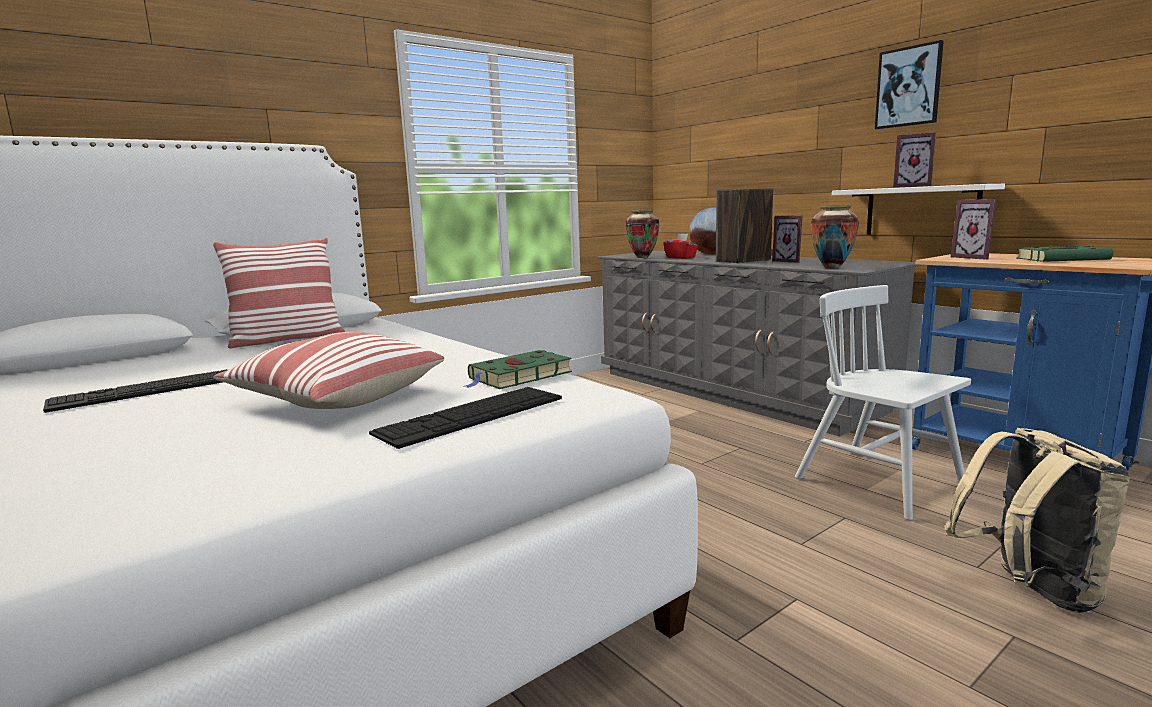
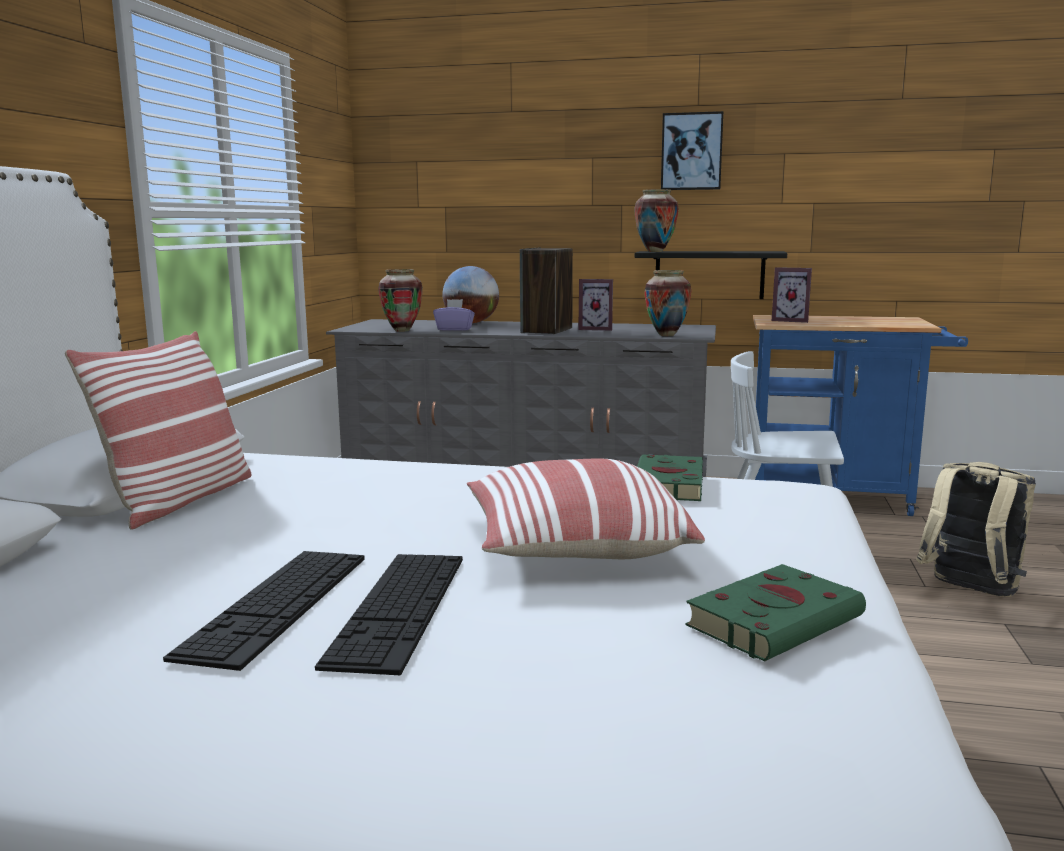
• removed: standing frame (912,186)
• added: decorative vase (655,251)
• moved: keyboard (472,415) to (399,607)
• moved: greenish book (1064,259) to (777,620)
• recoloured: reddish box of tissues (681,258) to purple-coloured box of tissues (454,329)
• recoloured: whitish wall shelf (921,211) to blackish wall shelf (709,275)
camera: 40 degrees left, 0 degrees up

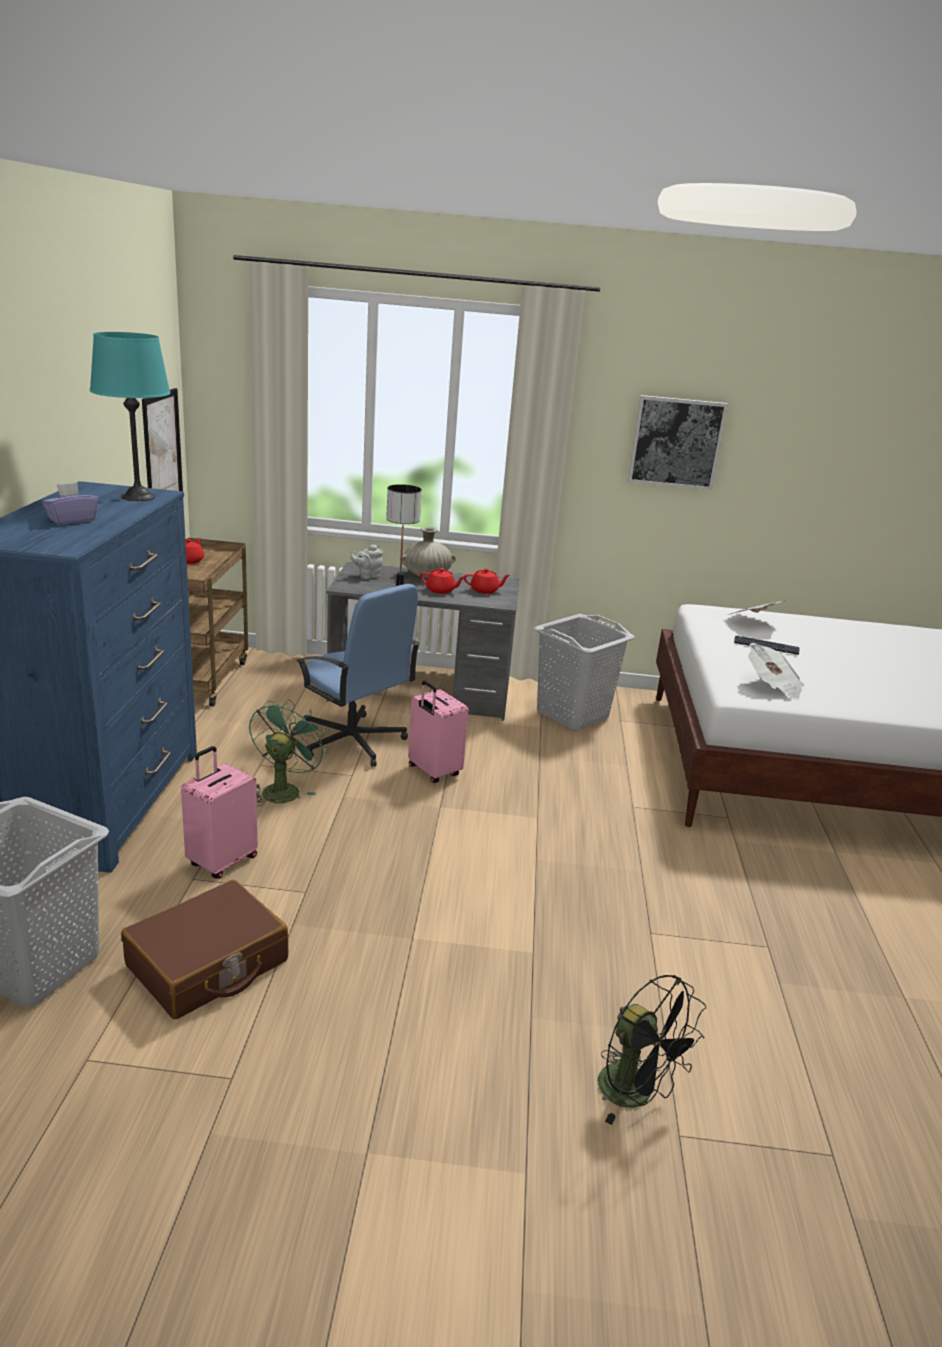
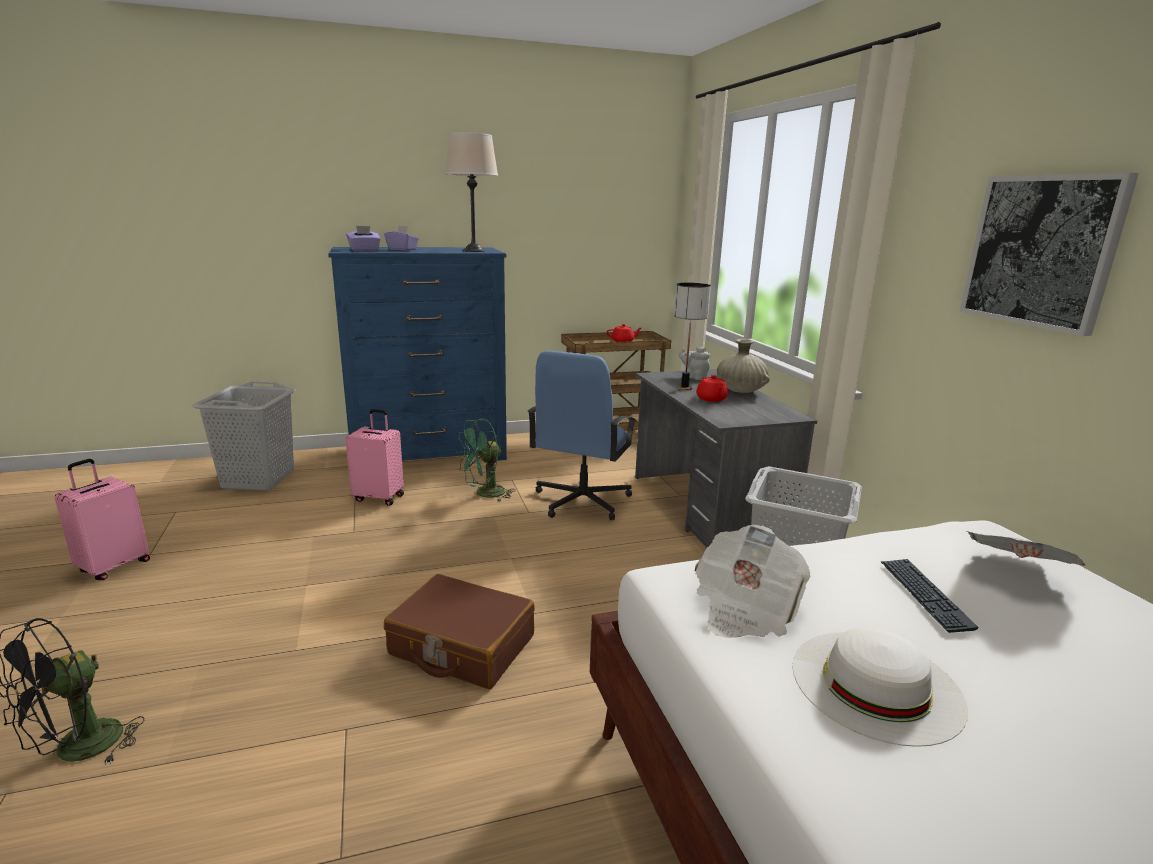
• removed: wall art (162,451)
• removed: reddish pot for tea (485,590)
• added: purple-coloured box of tissues (364,250)
• added: whitish wearable hat (875,684)
• moved: brown travel case (208,964) to (461,646)
• moved: pinkish travel case (433,771) to (113,566)
• recoloured: turquoise-coloured tabletop lamp (138,497) to beige-coloured tabletop lamp (473,251)
• turned: greenish cooling fan (283,789) = (484,494) 150 degrees clockwise
camera: 70 degrees right, 5 degrees down

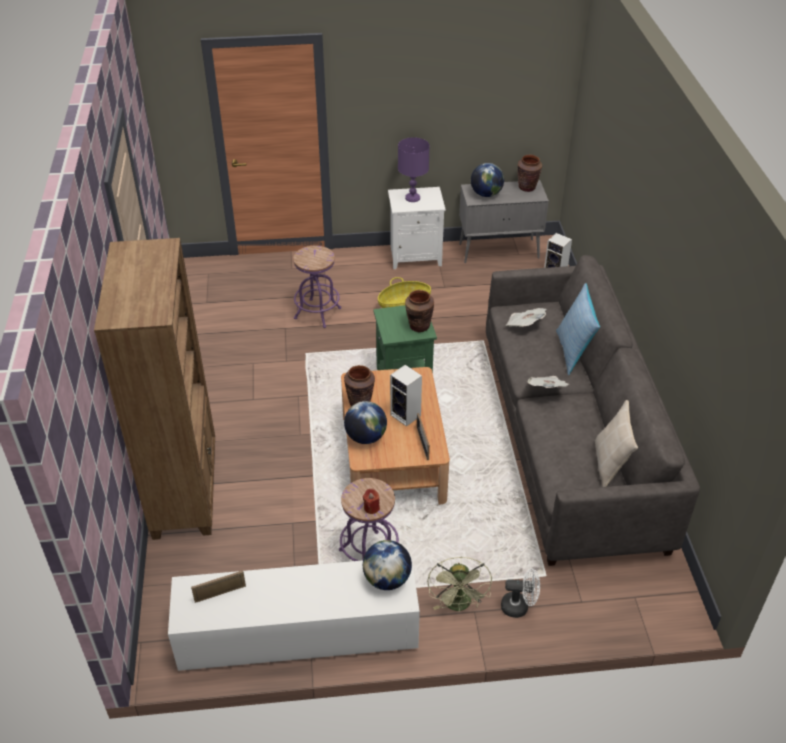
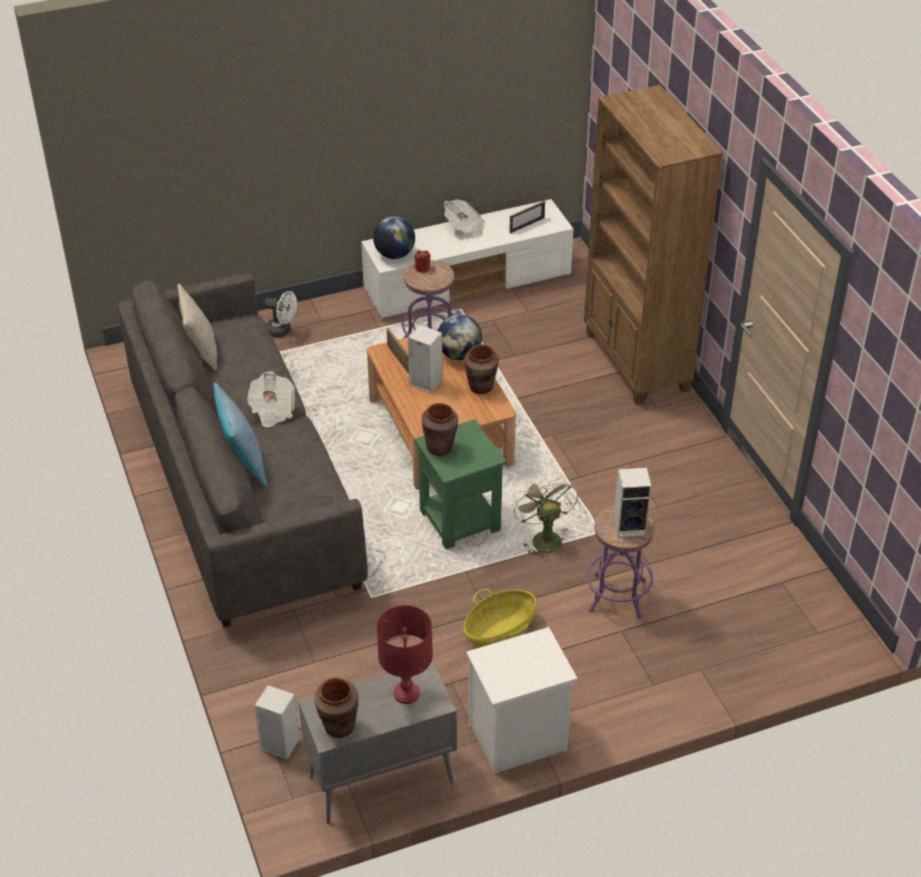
• removed: purple-coloured tabletop lamp (413,198)
• added: loudspeaker (631,526)
• moved: greenish cooling fan (459,605) to (543,537)
• moved: newspaper (524,325) to (465,228)
• replaced: world globe (486,194) to reddish tabletop lamp (407,694)
• turned: whitish cooling fan (519,606) = (282,331) 150 degrees counterclockwise
camera: 165 degrees right, 0 degrees up

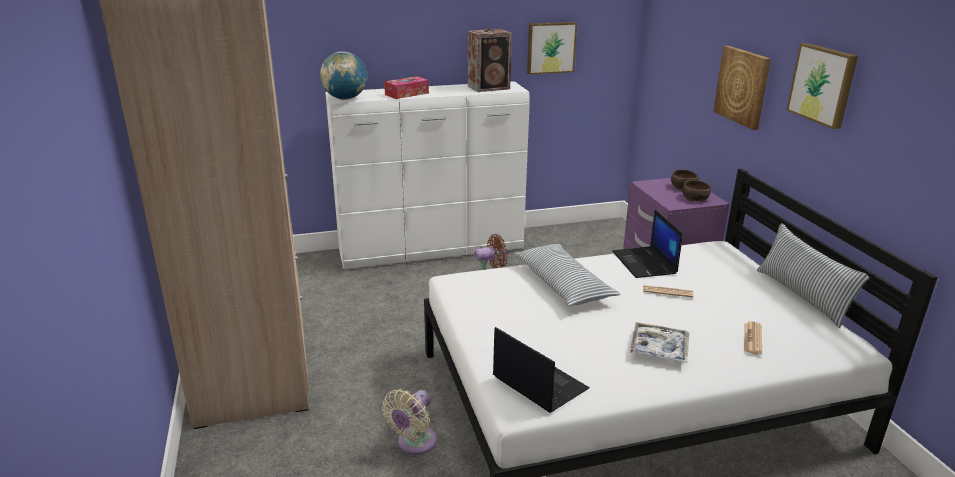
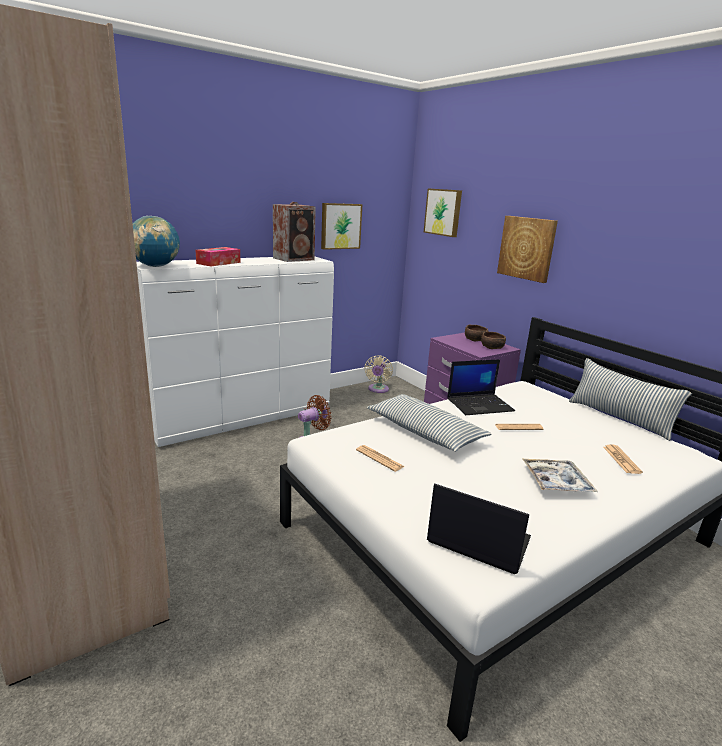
• added: newspaper (379,458)
• moved: beige-coloured cooling fan (414,444) to (378,389)
• moved: wall art (823,84) to (443,212)
• turned: notebook computer (645,263) = (480,405) 75 degrees counterclockwise
camera: 20 degrees left, 5 degrees down

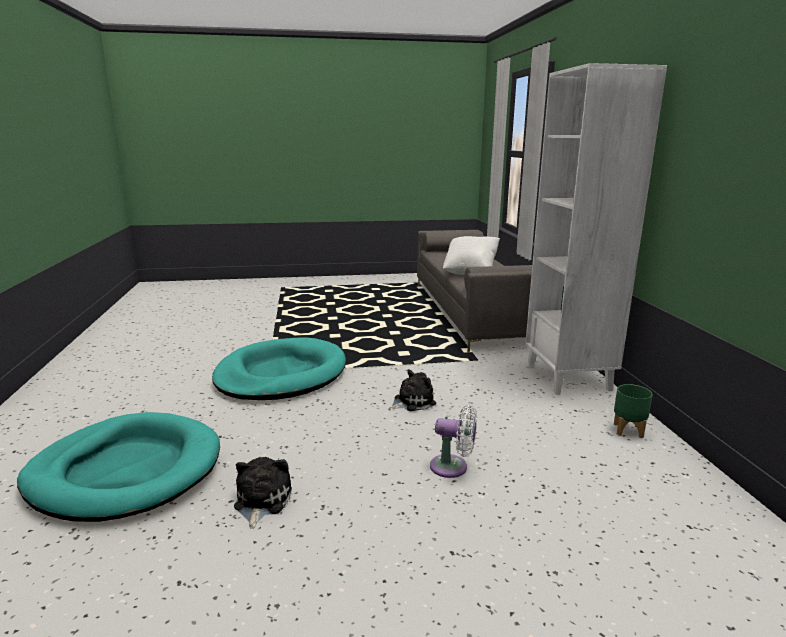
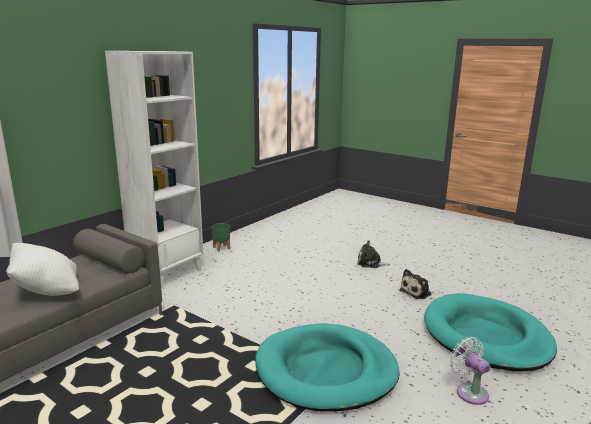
• moved: soft toy (412,402) to (371,263)
• moved: whitish cooling fan (453,467) to (469,391)
camera: 135 degrees left, 0 degrees up

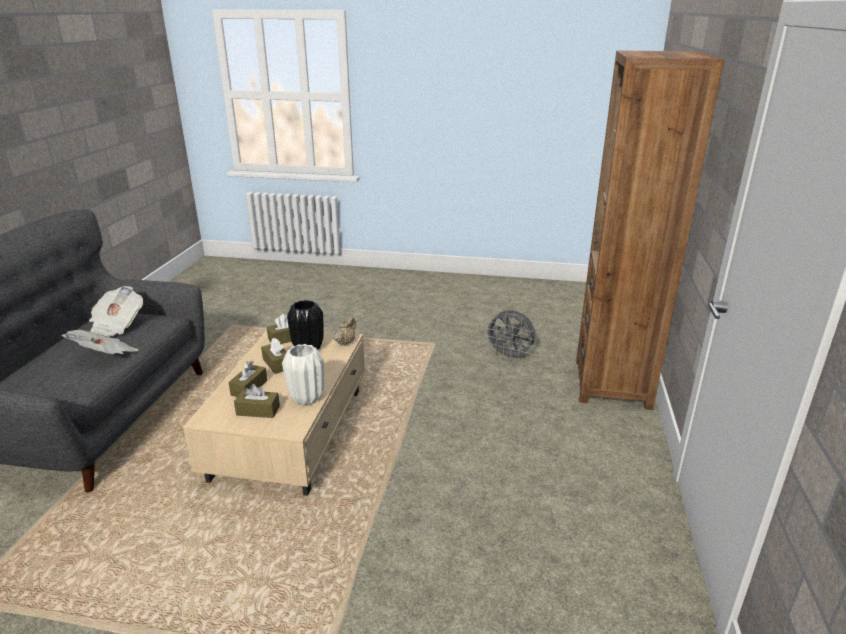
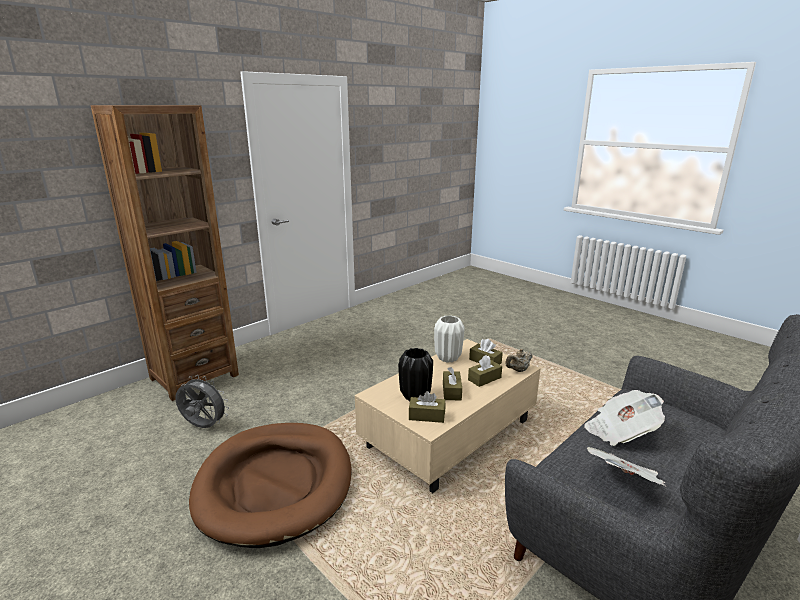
• added: brown dog cushion (275,484)
• moved: beige-coloured pot for tea (345,342) to (518,370)
• turned: greyish cooling fan (509,356) = (203,427) 45 degrees counterclockwise
camera: 145 degrees left, 5 degrees down

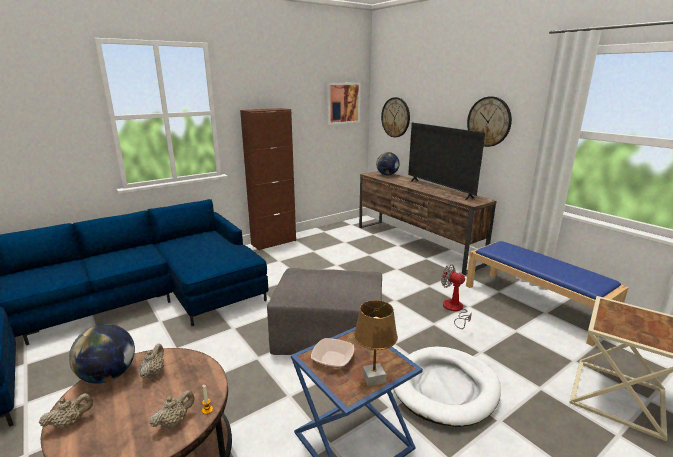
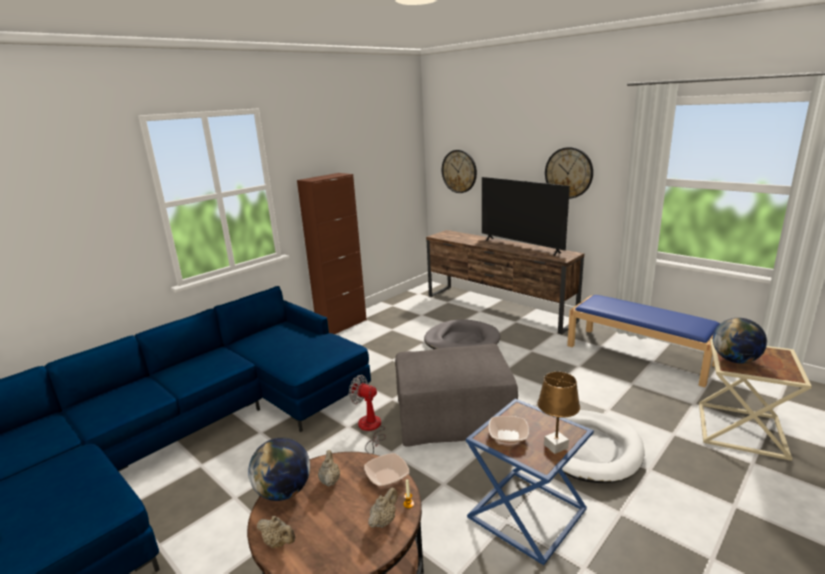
• removed: wall art (343,103)
• added: bowl (387,476)
• added: greyish dog cushion (462,341)
• moved: world globe (387,175) to (735,360)
• moved: cooling fan (454,310) to (370,429)
• turned: beige-coloured pot for tea (70,423) = (278,542) 75 degrees clockwise
camera: 10 degrees left, 0 degrees up

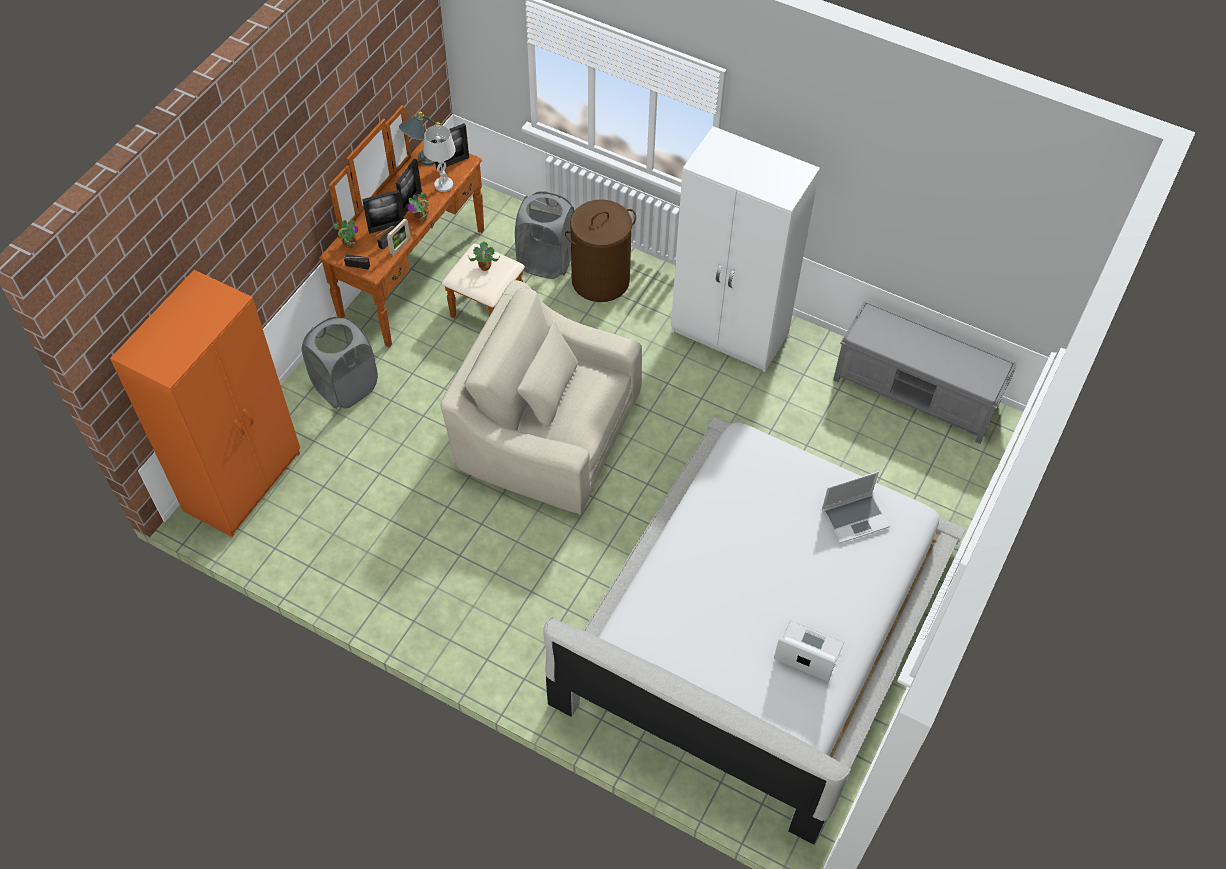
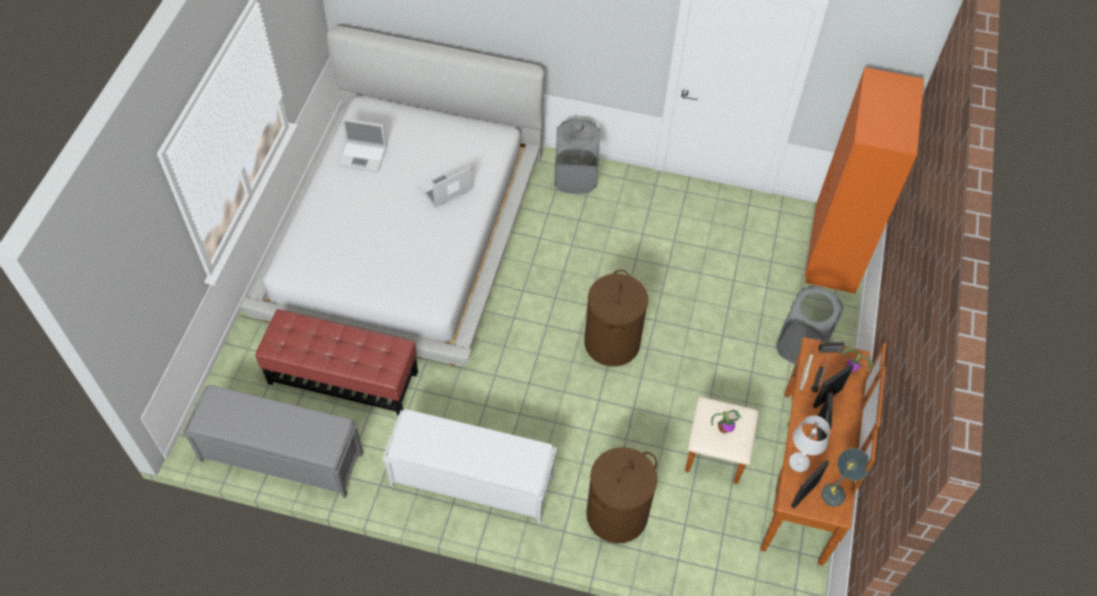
• removed: plant in a pot (421,218)
• added: reddish ottoman (343,377)
• moved: greyish hamper (546,261) to (575,178)
• moved: notebook computer (855,518) to (445,190)
• replaced: beige-coloured lounge chair (546,432) to brown hamper (612,343)
• replaced: whitish wardrobe (730,334) to whitish bench (471,481)
camera: 165 degrees right, 0 degrees up

